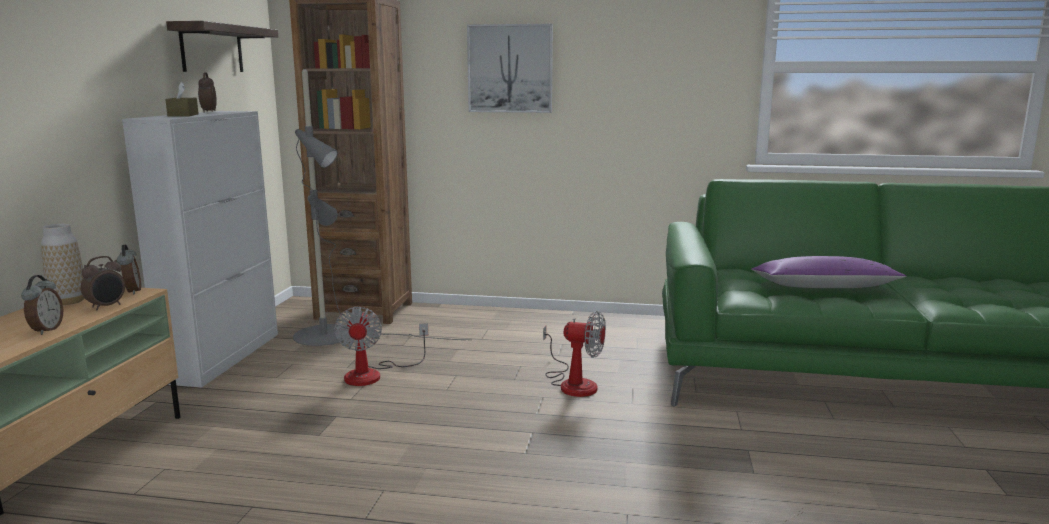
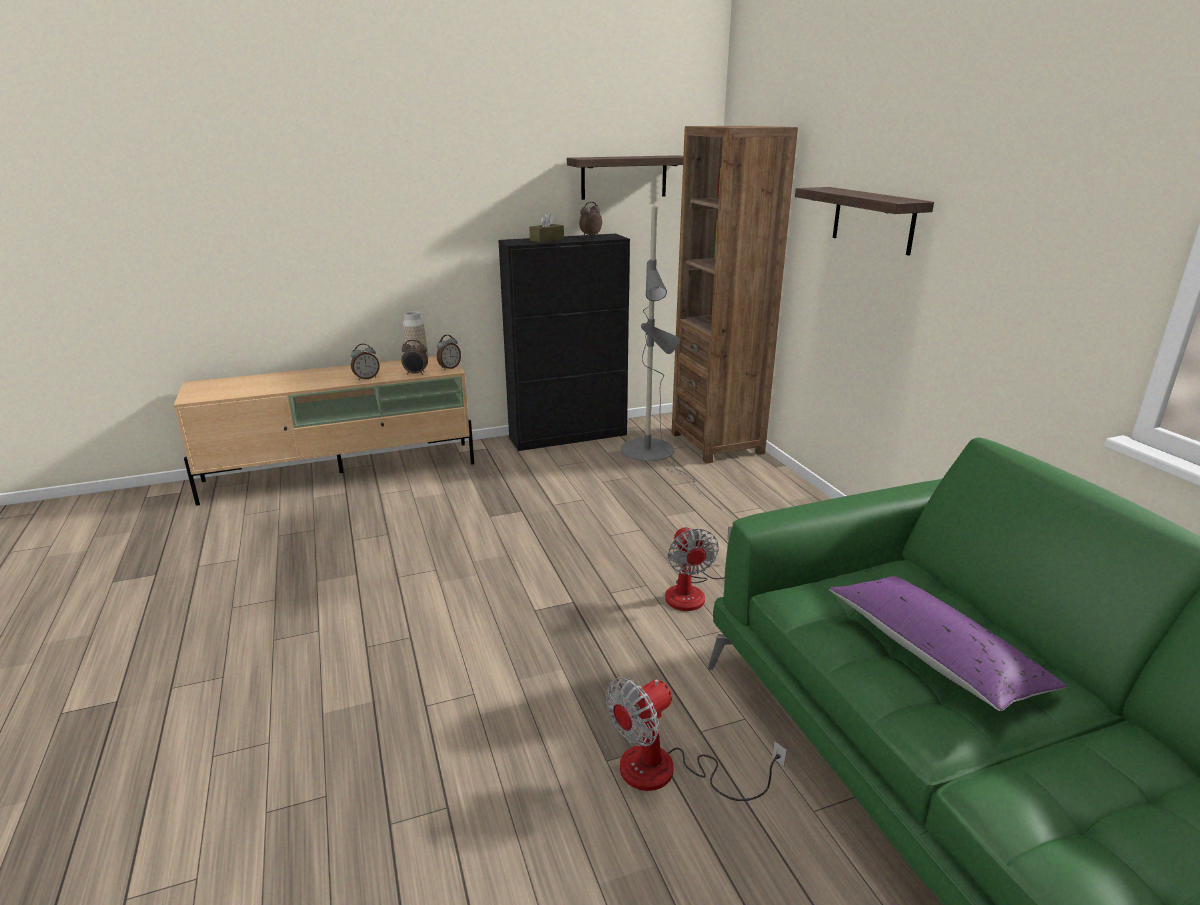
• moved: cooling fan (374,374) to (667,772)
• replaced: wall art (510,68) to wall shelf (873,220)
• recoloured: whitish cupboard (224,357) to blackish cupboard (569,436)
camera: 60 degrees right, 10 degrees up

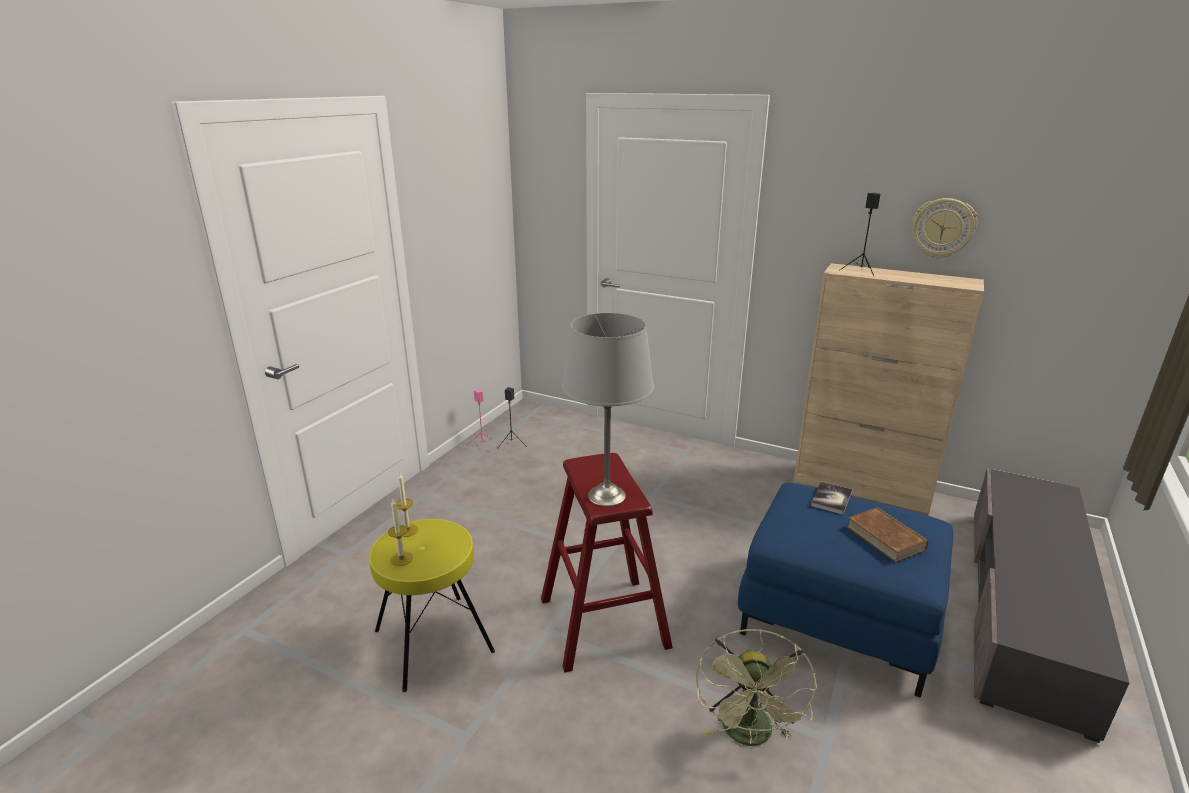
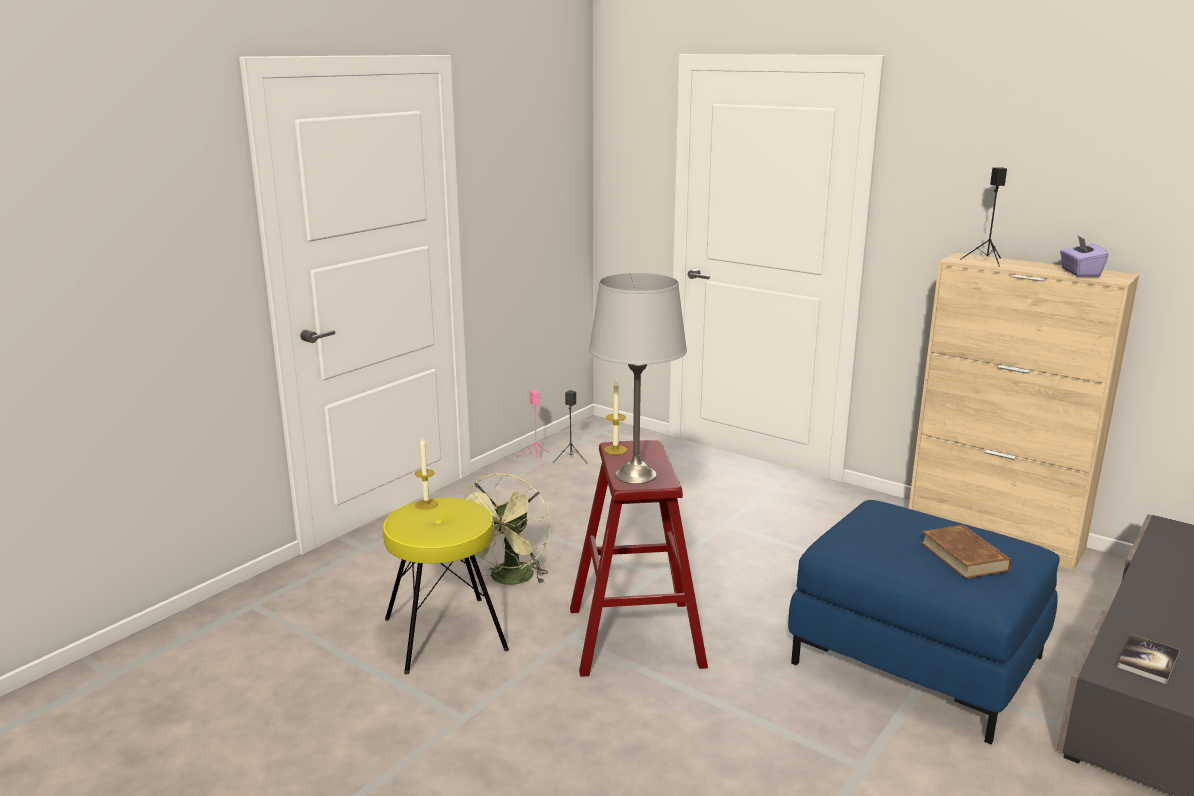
• removed: wall clock (942,228)
• added: purple-coloured box of tissues (1079,273)
• moved: candle (401,559) to (615,450)
• moved: greenish cooling fan (749,736) to (509,580)
• moved: book (831,499) to (1148,660)
camera: 10 degrees right, 5 degrees down

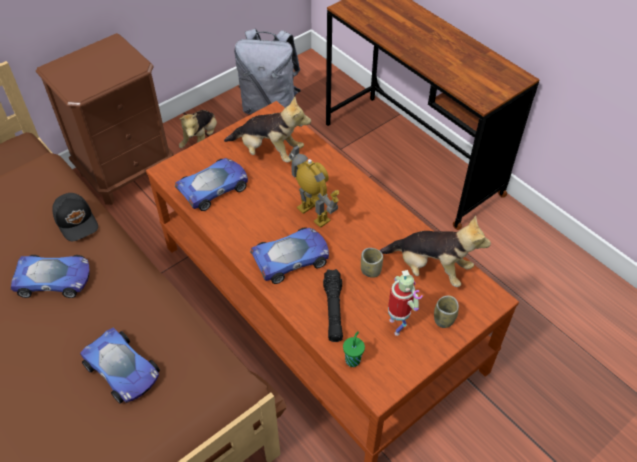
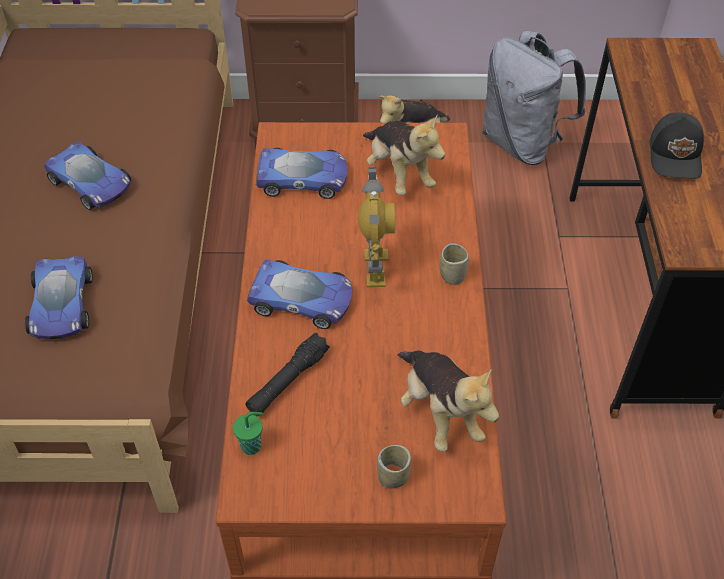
• removed: model robot (397,326)
• moved: blackish baseball cap (77,221) to (676,155)
• moved: small cup (370,270) to (452,275)
camera: 40 degrees right, 0 degrees up

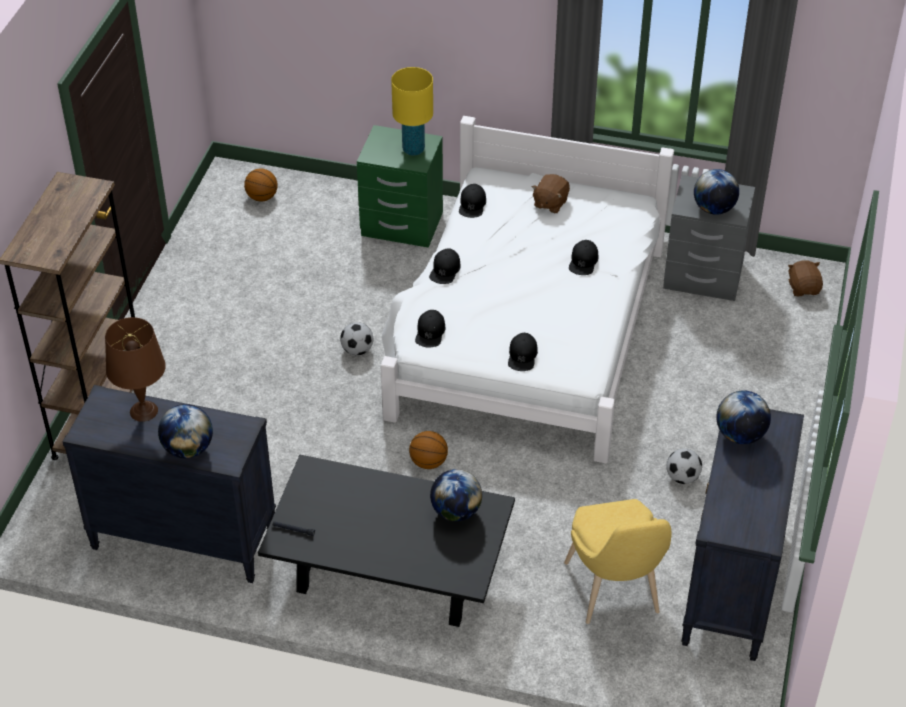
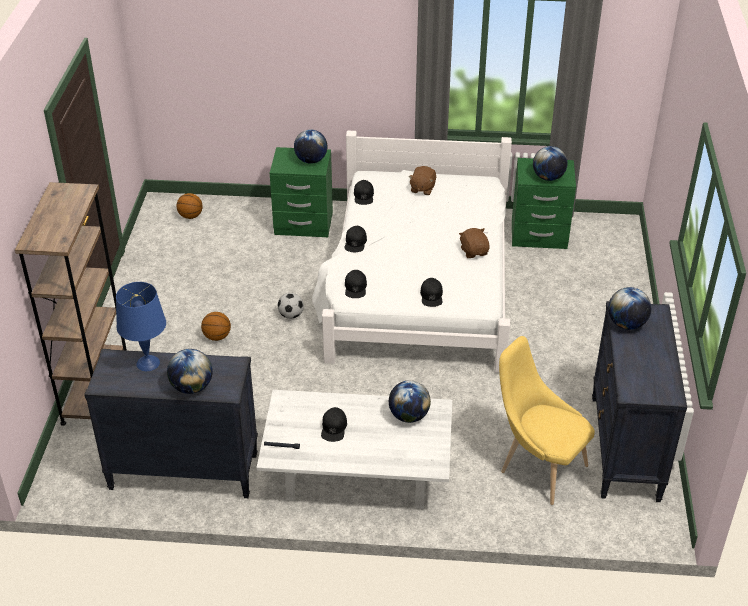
• removed: ball for football (682,477)
• moved: ball for basketball (428,462) to (217,336)
• moved: blackish baseball cap (583,261) to (334,427)
• moved: brown soft toy (803,288) to (474,251)
• replaced: yellow tabletop lamp (413,149) to world globe (311,160)
• recoloured: brown tabletop lamp (143,411) to blue tabletop lamp (147,363)
• recoloured: blackish low table (390,572) to whitish low table (357,475)
• recoloured: greyish nightstand (702,277) to greenish nightstand (539,235)
• turned: yellow chair (615,593) = (538,467) 150 degrees clockwise
camera: 10 degrees left, 5 degrees down

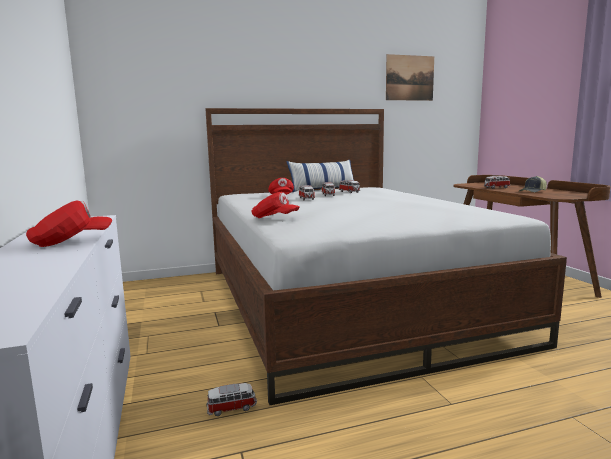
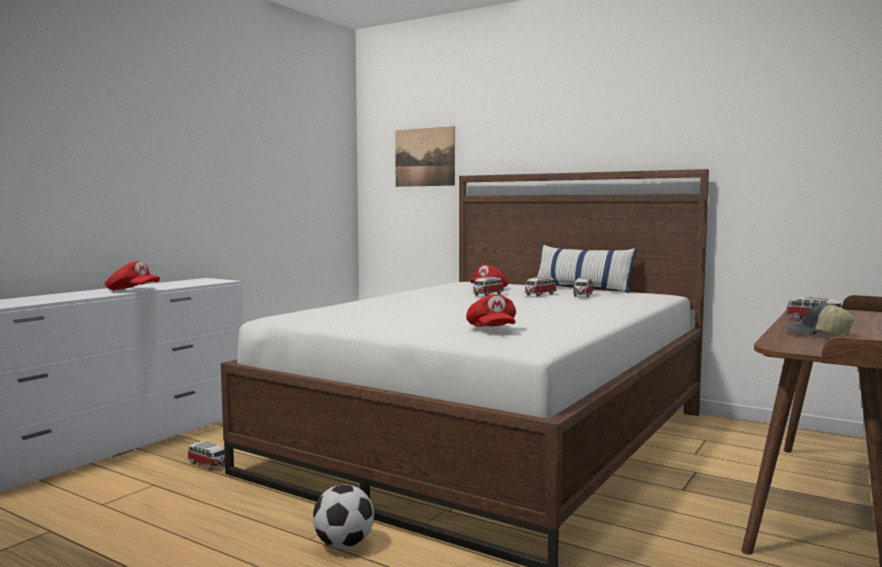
• added: ball for football (344,545)
• moved: reddish baseball cap (274,218) to (492,330)
• moved: wall art (409,78) to (424,157)
camera: 50 degrees right, 5 degrees down

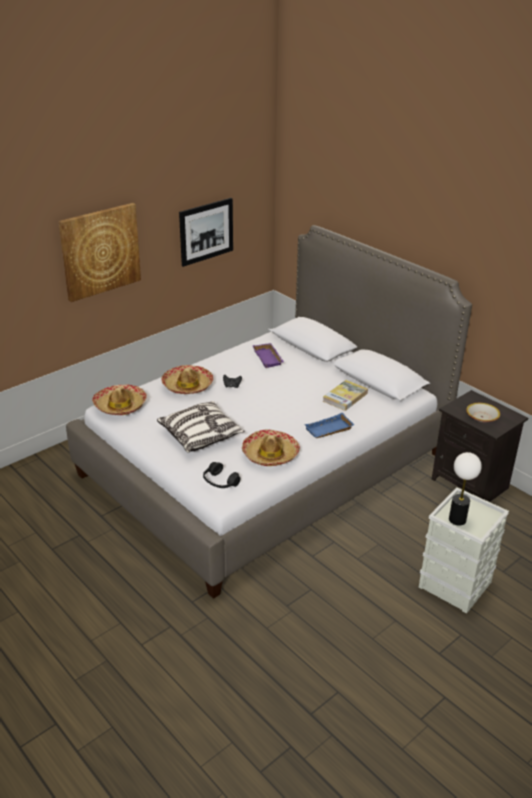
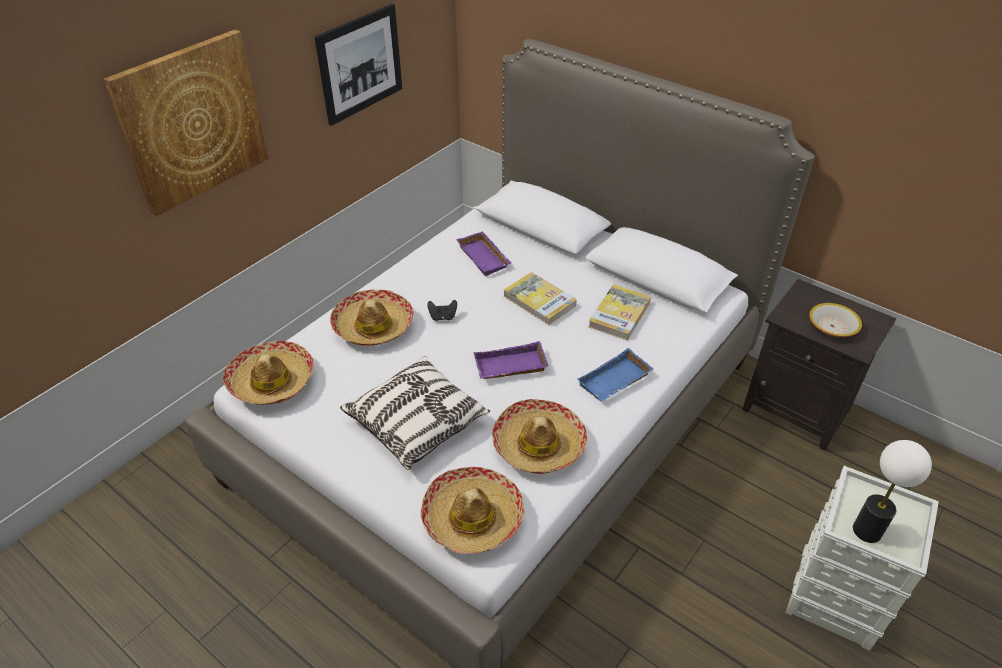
• added: purple-coloured carrying tray (510,367)
• added: book (539,301)
• replaced: blackish headphones (220,482) to wearable hat (472,517)
camera: 10 degrees left, 10 degrees up

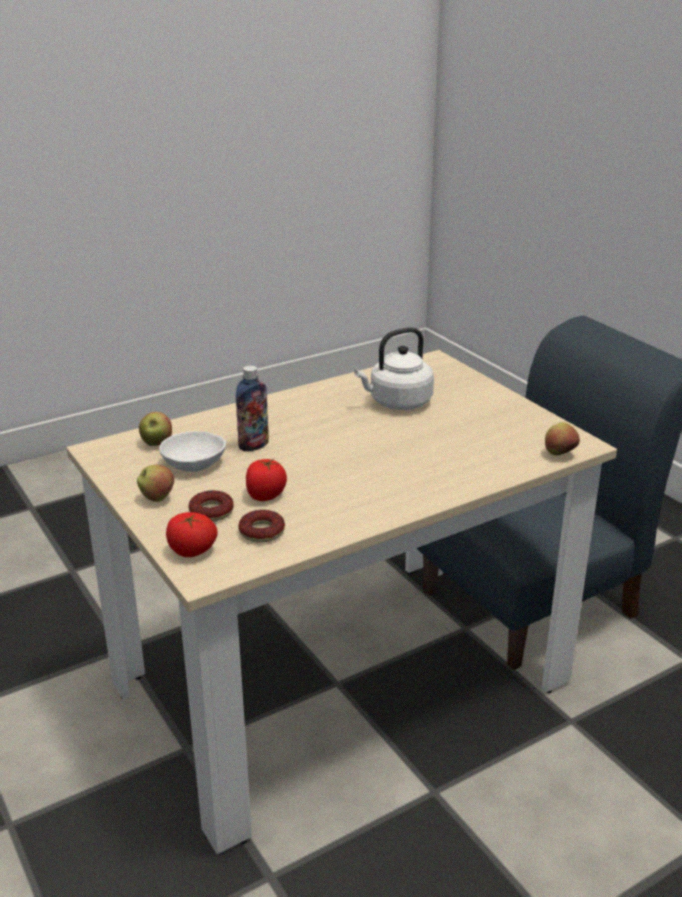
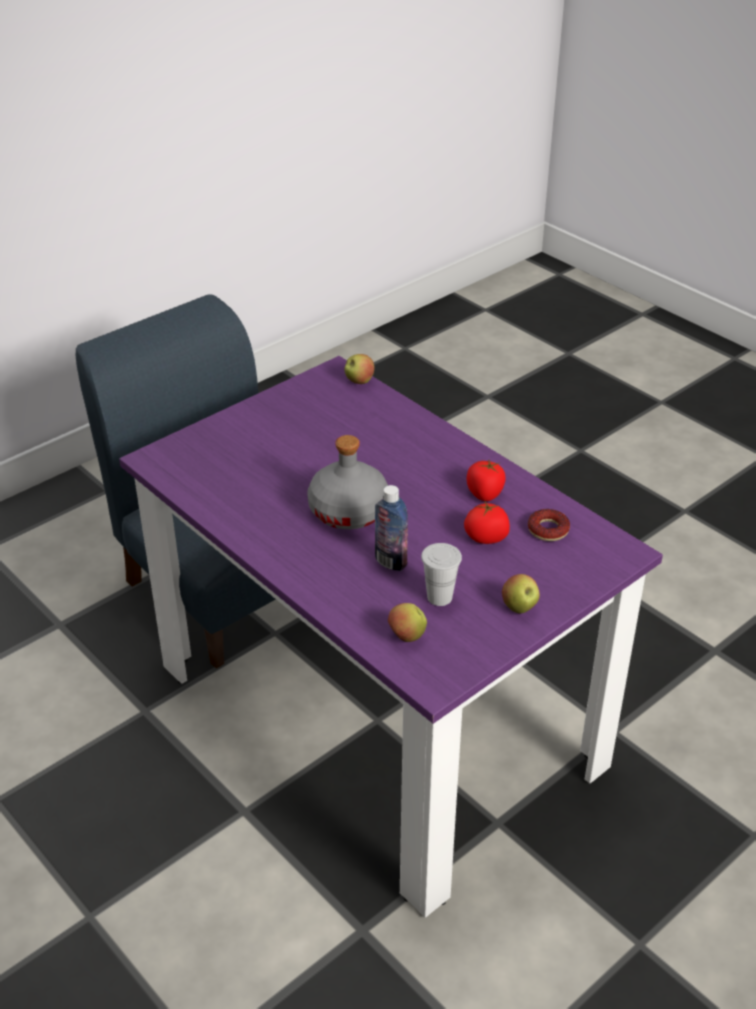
• removed: donut (211,511)
• removed: whitish kettle (397,403)
• added: greyish bottle (349,511)
• moved: whole tomato (192,551) to (485,494)
• replaced: whitish bowl (195,462) to whitish small cup (439,597)
• recoloured: beige-coloured dining table (341,684) to purple-coloured dining table (378,717)
camera: 100 degrees left, 10 degrees up

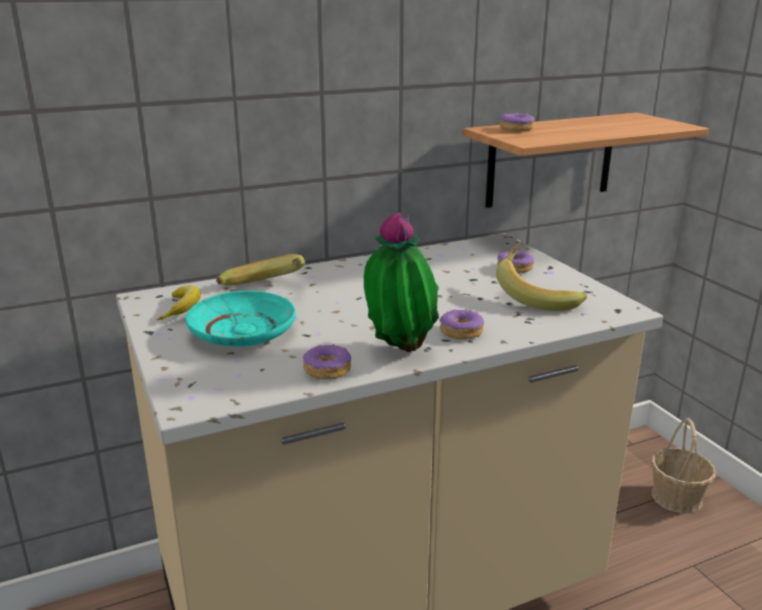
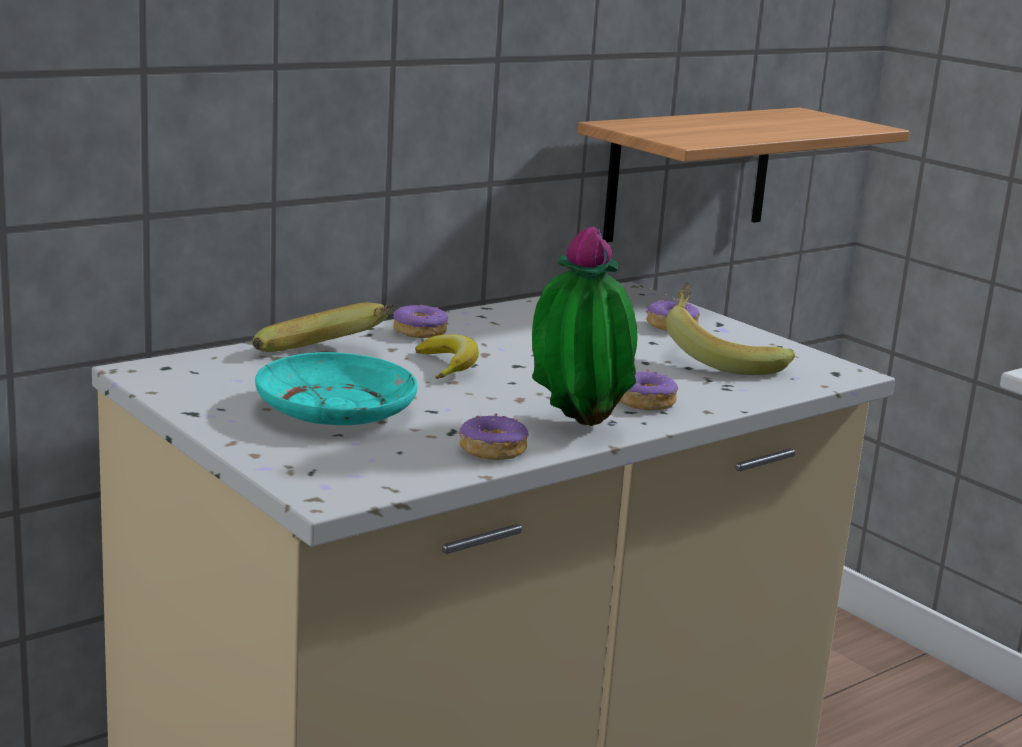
• removed: household basket (677,497)
• moved: whole banana (182,308) to (448,366)
• moved: donut (516,129) to (420,331)
camera: 15 degrees left, 5 degrees down

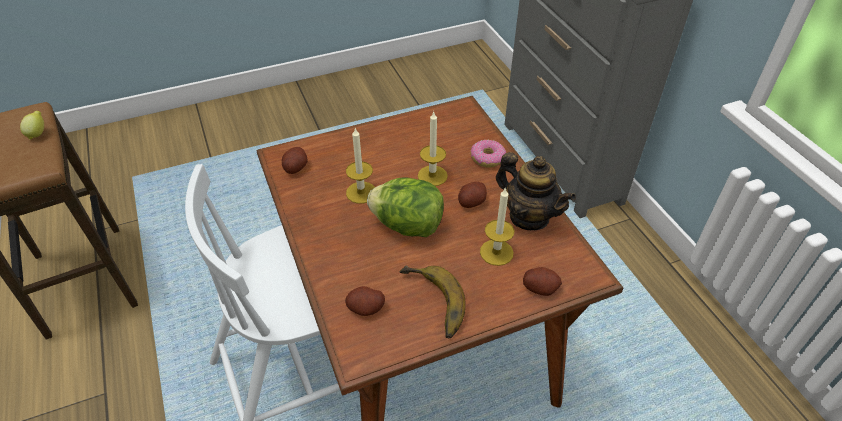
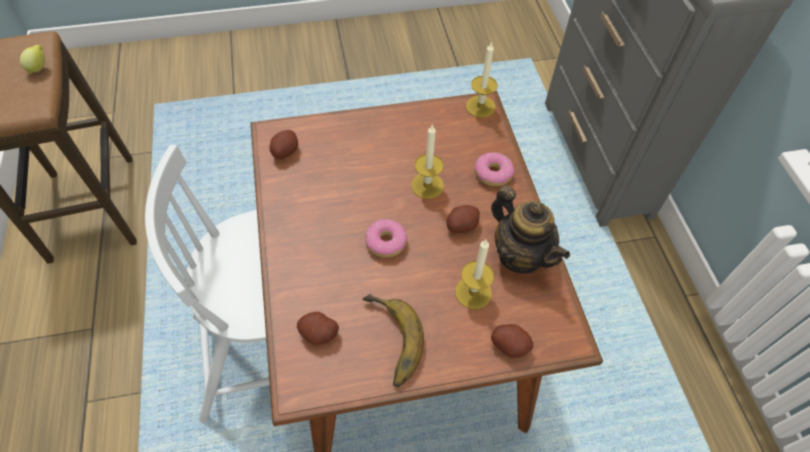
• moved: candle (361,192) to (480,106)
• replaced: lettuce (408,225) to donut (386,242)
camera: 10 degrees right, 10 degrees up

